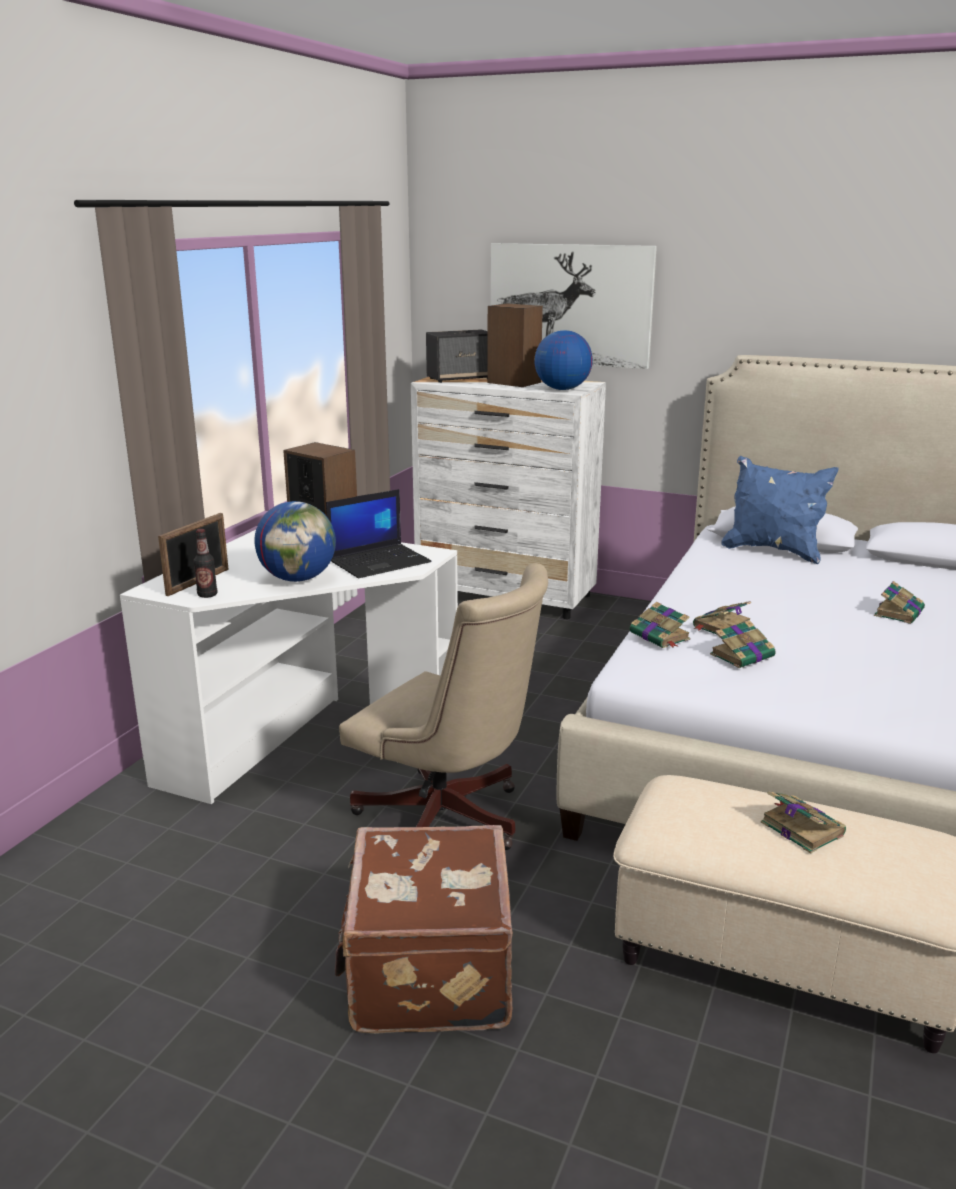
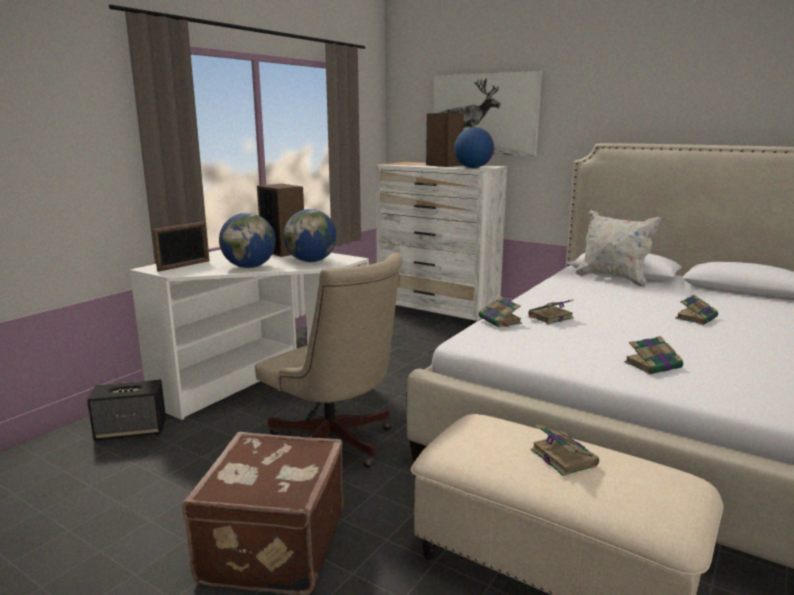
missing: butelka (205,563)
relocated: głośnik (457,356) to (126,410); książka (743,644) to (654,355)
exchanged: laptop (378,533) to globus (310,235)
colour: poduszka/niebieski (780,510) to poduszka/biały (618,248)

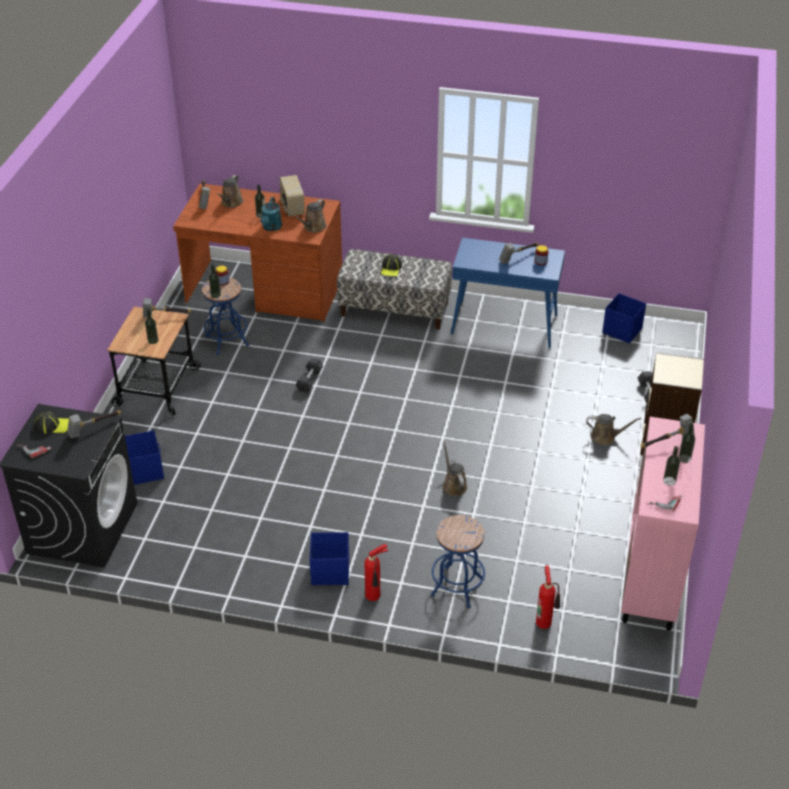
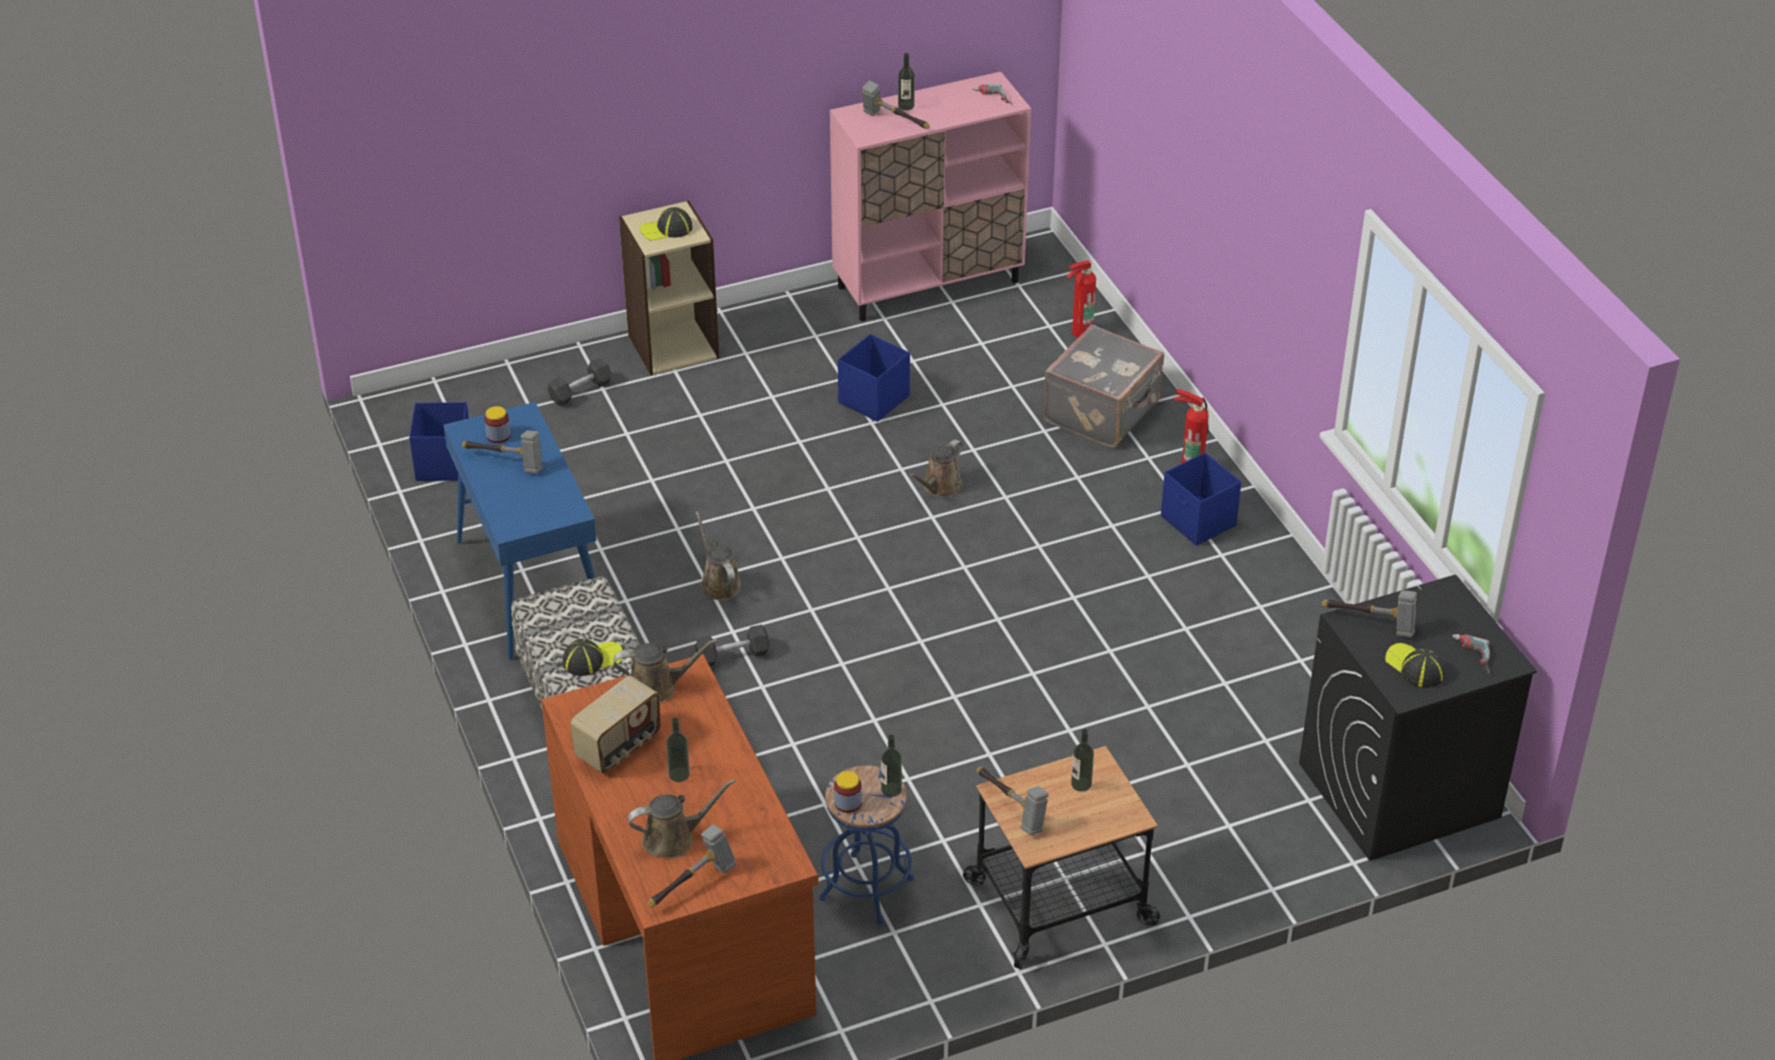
missing: konewka/turkusowy (271,214); butelka (671,466)
appeared: czapka z daszkiem (666,224)
relocated: hantel/czarny (309,375) to (732,645); konewka/brązowy (613,429) to (719,555); pojemnik do przechowywania/niebieski (144,457) to (874,378)
exchanged: stołek/niebieski (458,561) to walizka/szary (1103,386)

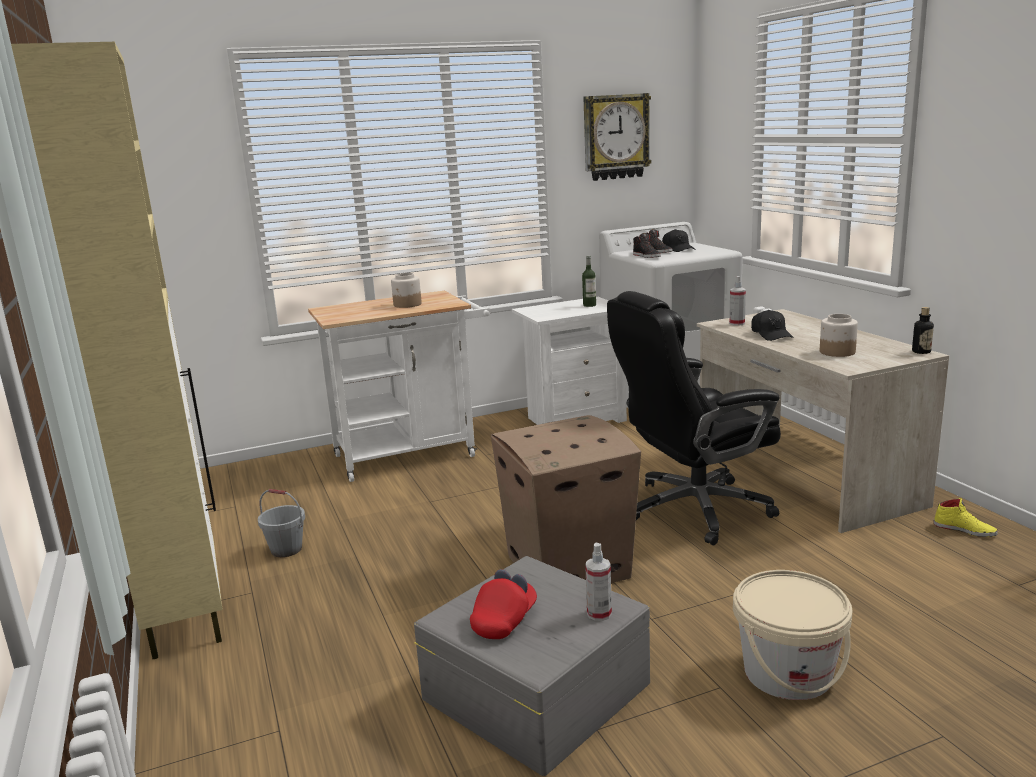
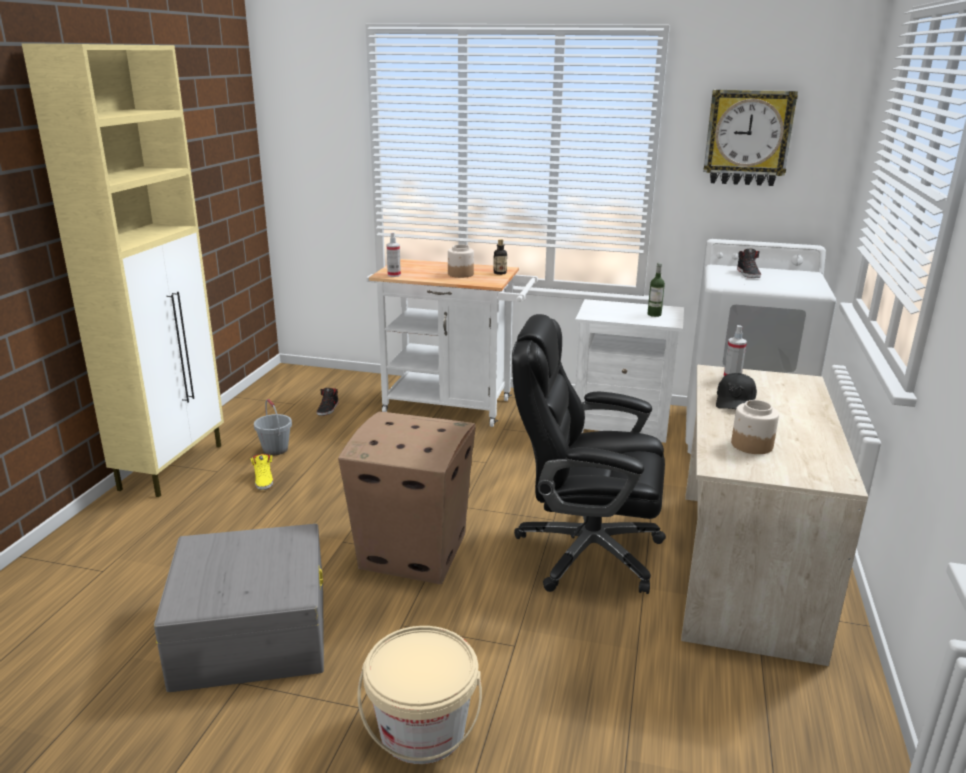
missing: czapka z daszkiem/czarny (678,240); czapka z daszkiem/czerwony (503,604)
relocated: but/czarny (647,245) to (327,402); butelka (923,330) to (500,257); but/żółty (965,517) to (262,472); spryskiwacz (598,582) to (394,254)

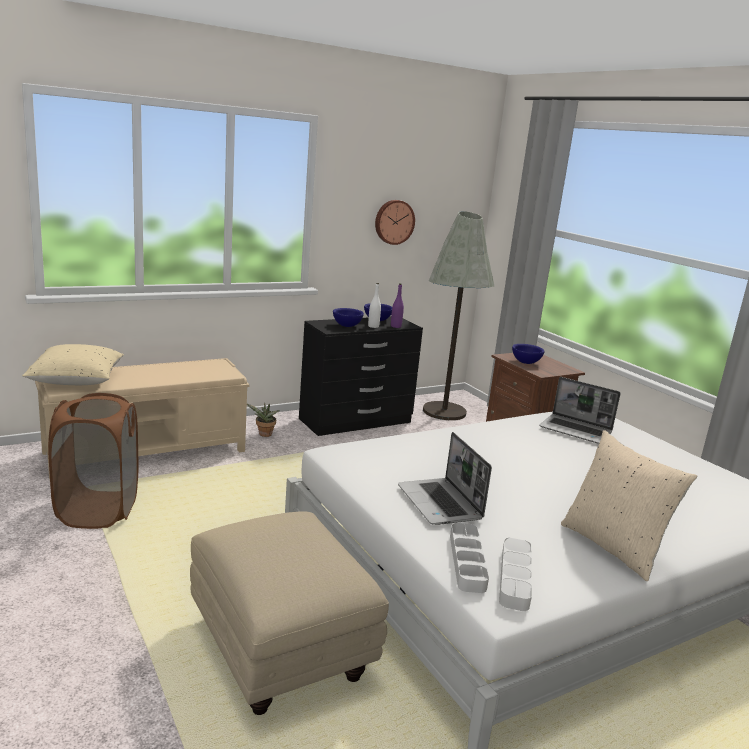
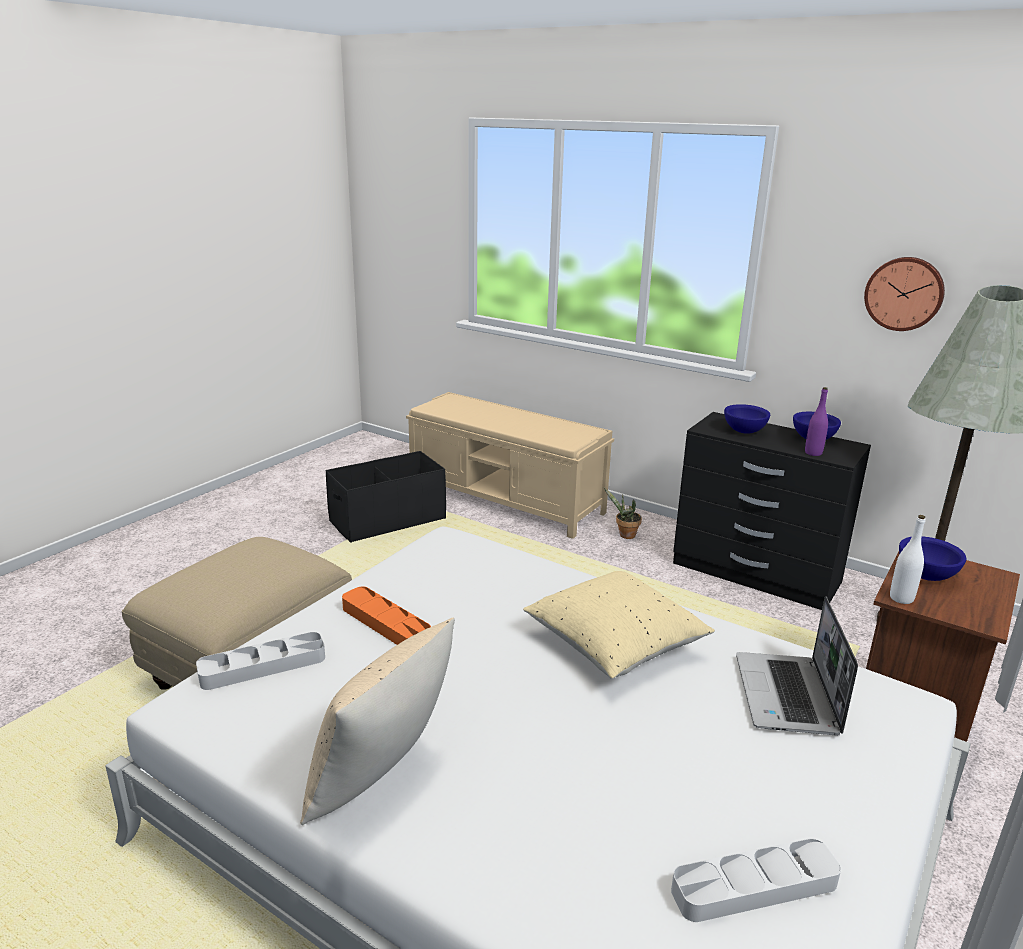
relocated: butelka/biały (374,305) to (907,559); poduszka/beżowy (73,364) to (619,625); taca/szary (515,574) to (756,880)
exchanged: kosz na pranie/brązowy (93,461) to pojemnik do przechowywania/czarny (385,497); laptop (445,478) to taca/pomarańczowy (386,615)

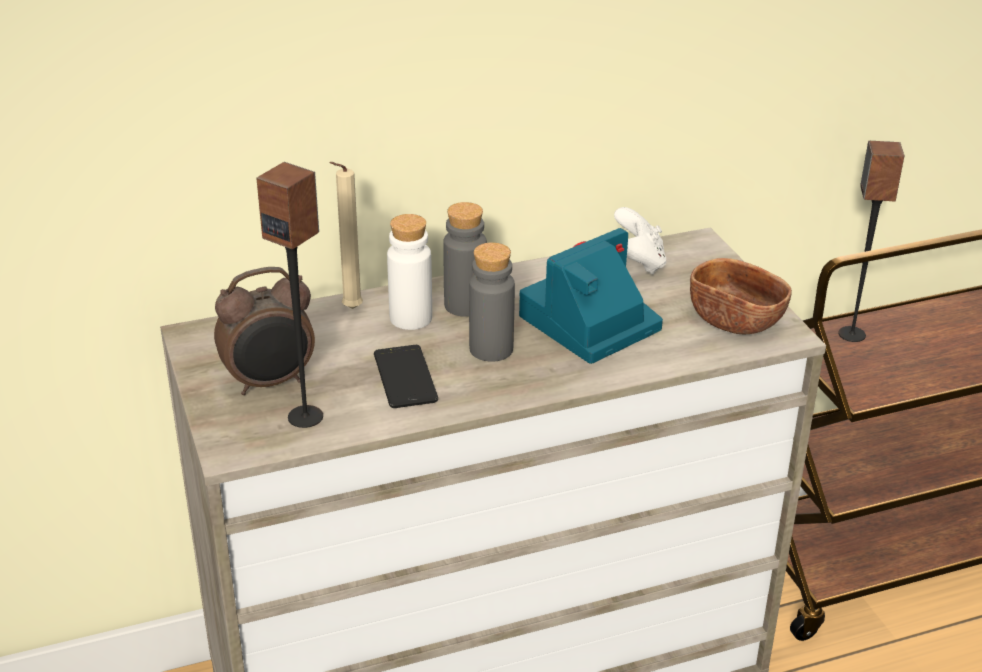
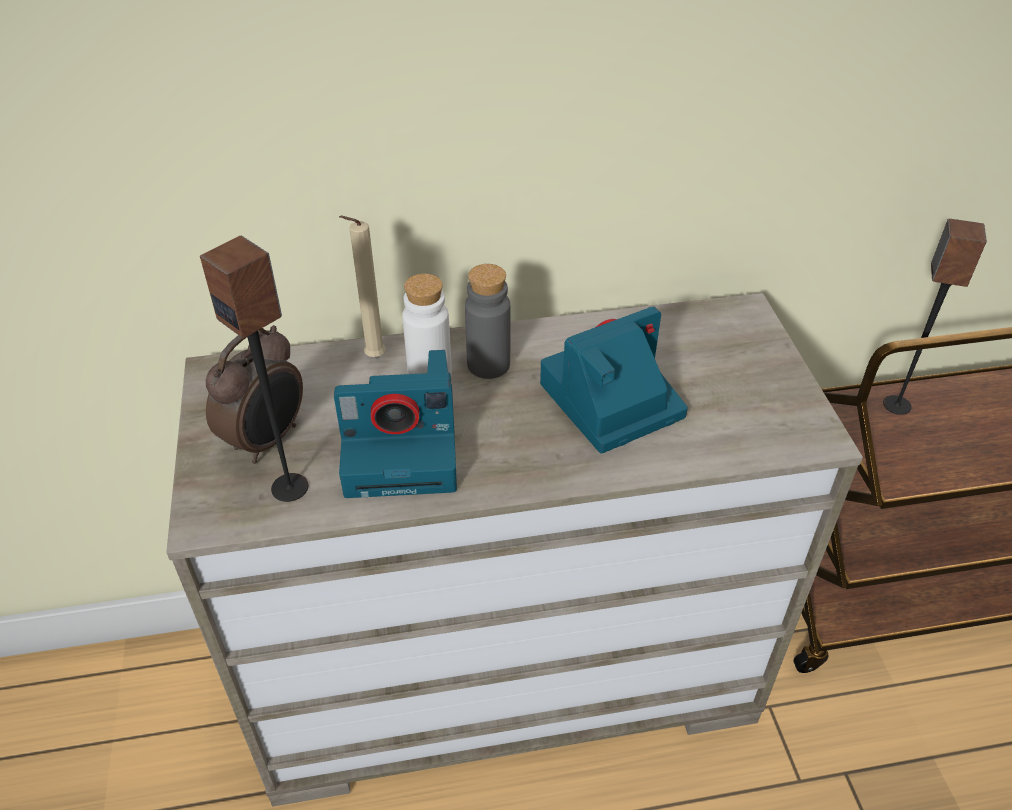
missing: pad do gier/biały (640,241); butelka/szary (492,302); miska/brązowy (741,296)
exchanged: telefon (406,376) to aparat fotograficzny (395,424)
spun: budzik (264,331) = (254,394) 45 degrees counterclockwise

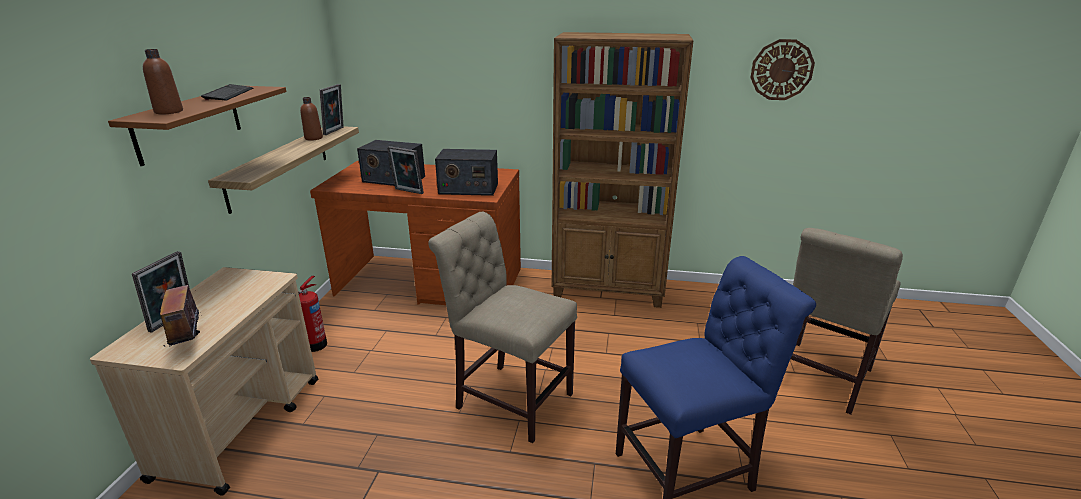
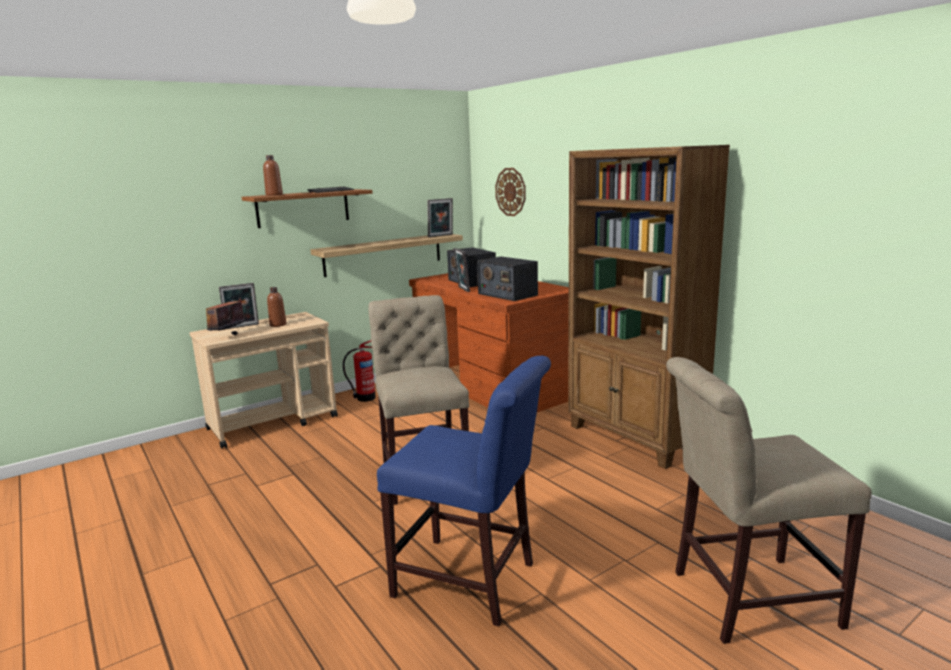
relocated: zegar ścienny (782,69) to (510,192); butelka/brązowy (311,118) to (276,307)

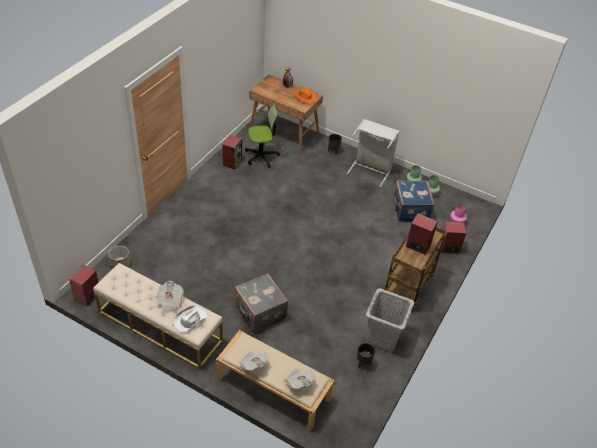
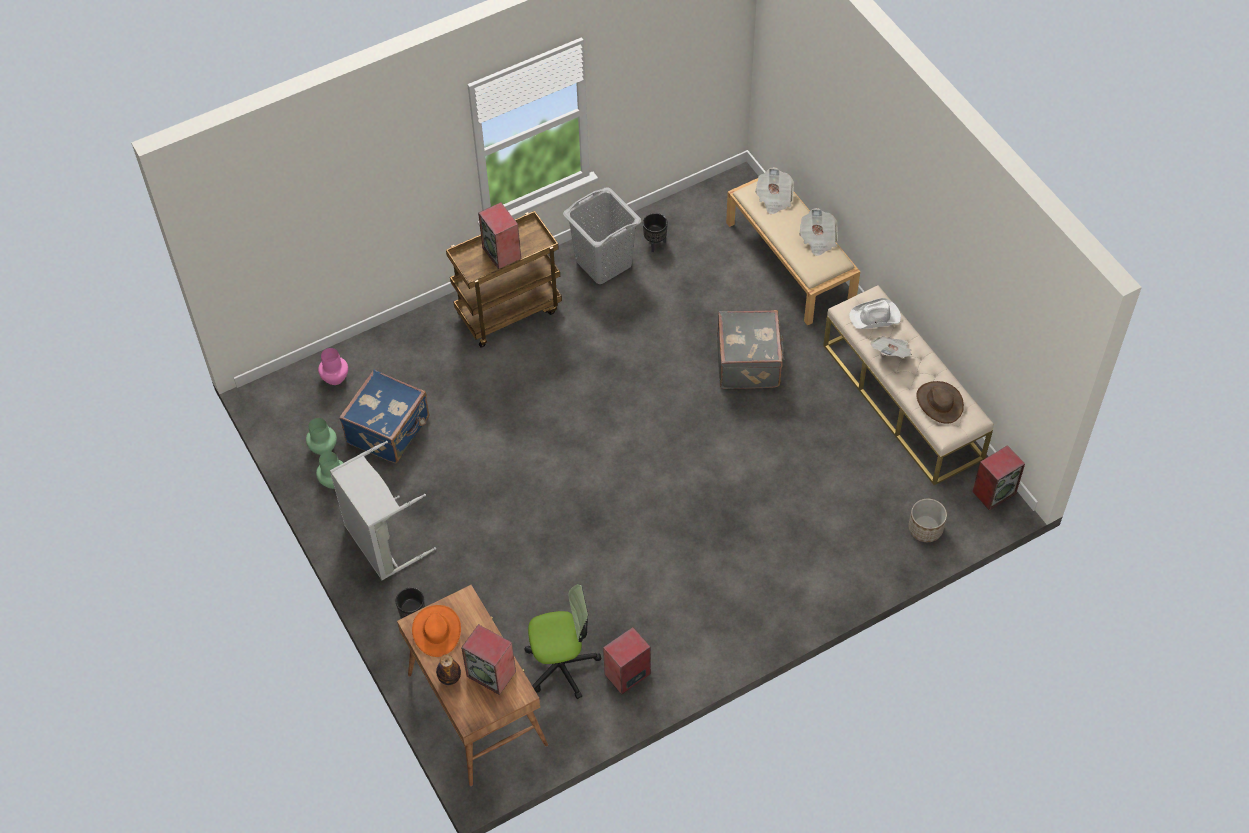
appeared: kapelusz/brązowy (940,402)
relocated: głośnik (452,238) to (488,659)
spun: krzesło biurowe (262,136) = (562,641) 150 degrees clockwise

